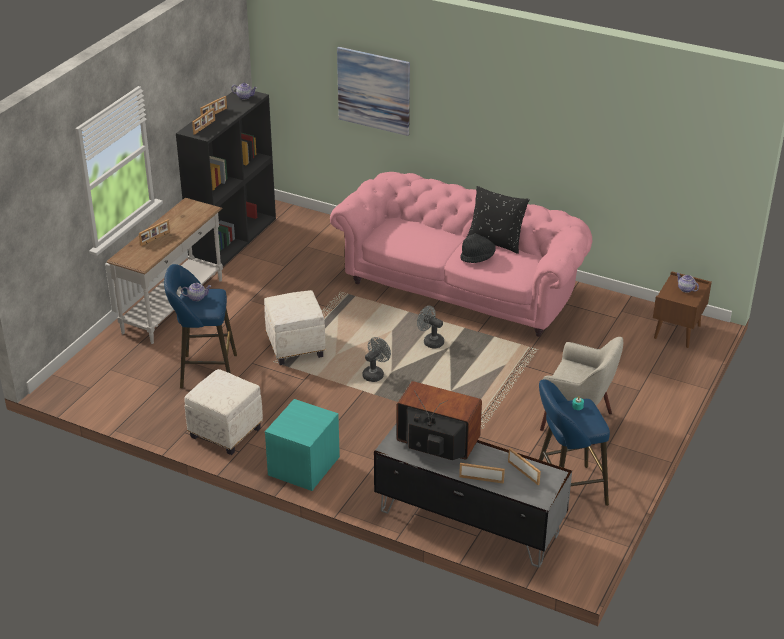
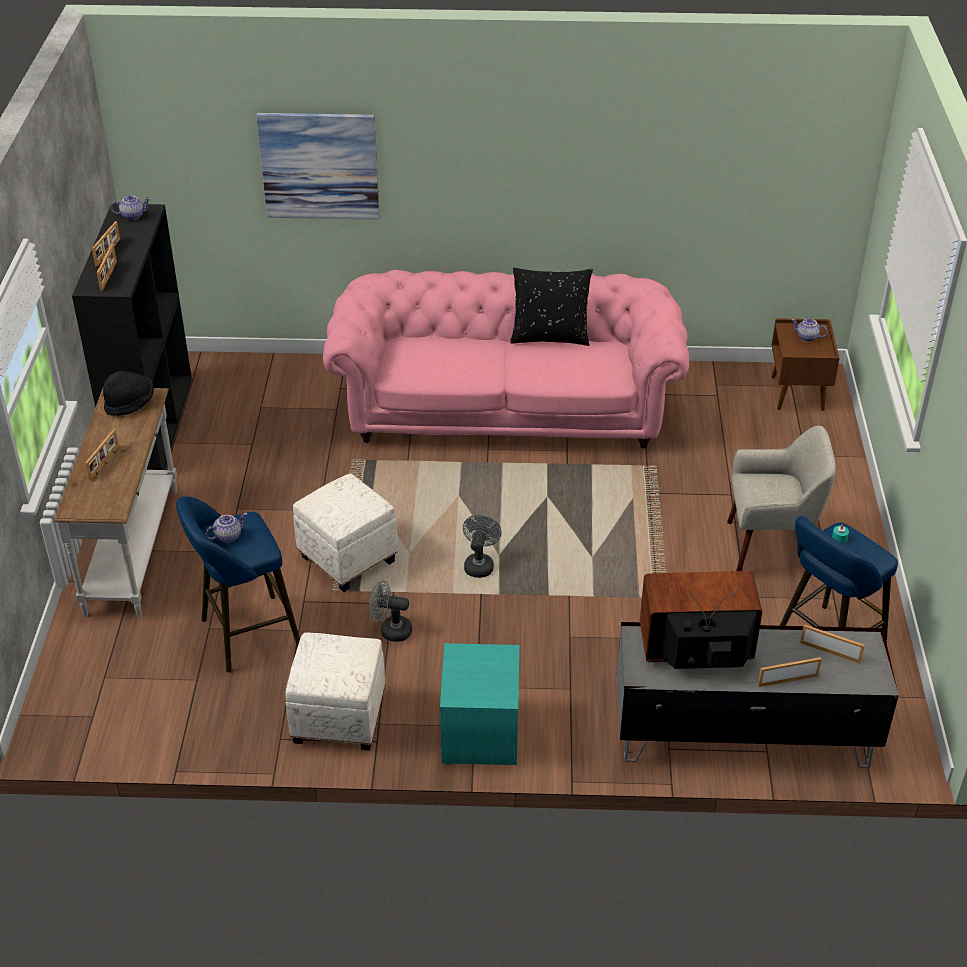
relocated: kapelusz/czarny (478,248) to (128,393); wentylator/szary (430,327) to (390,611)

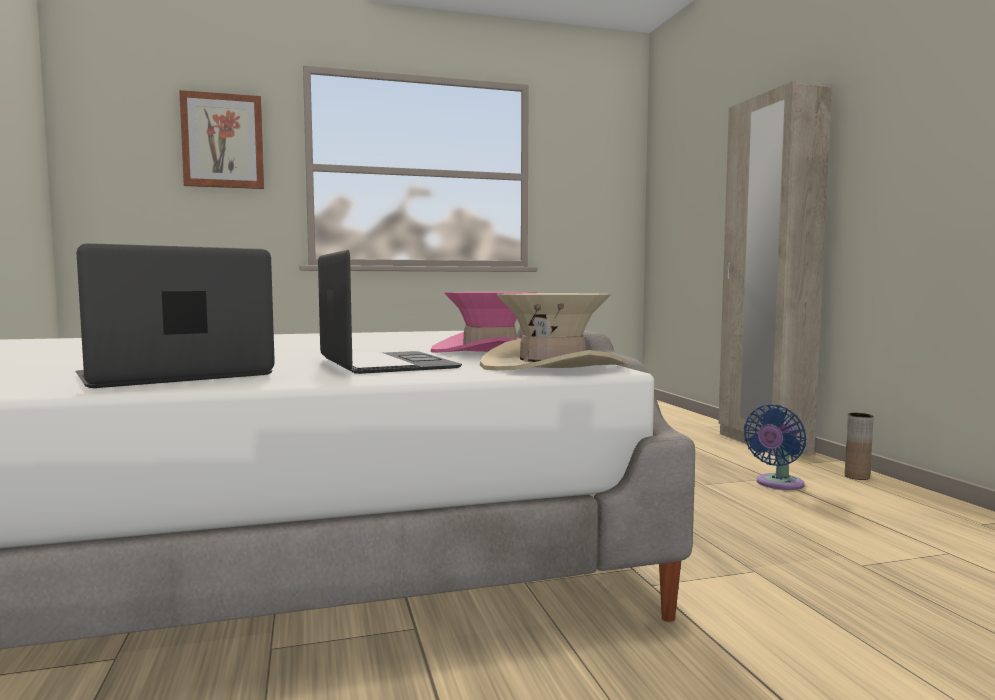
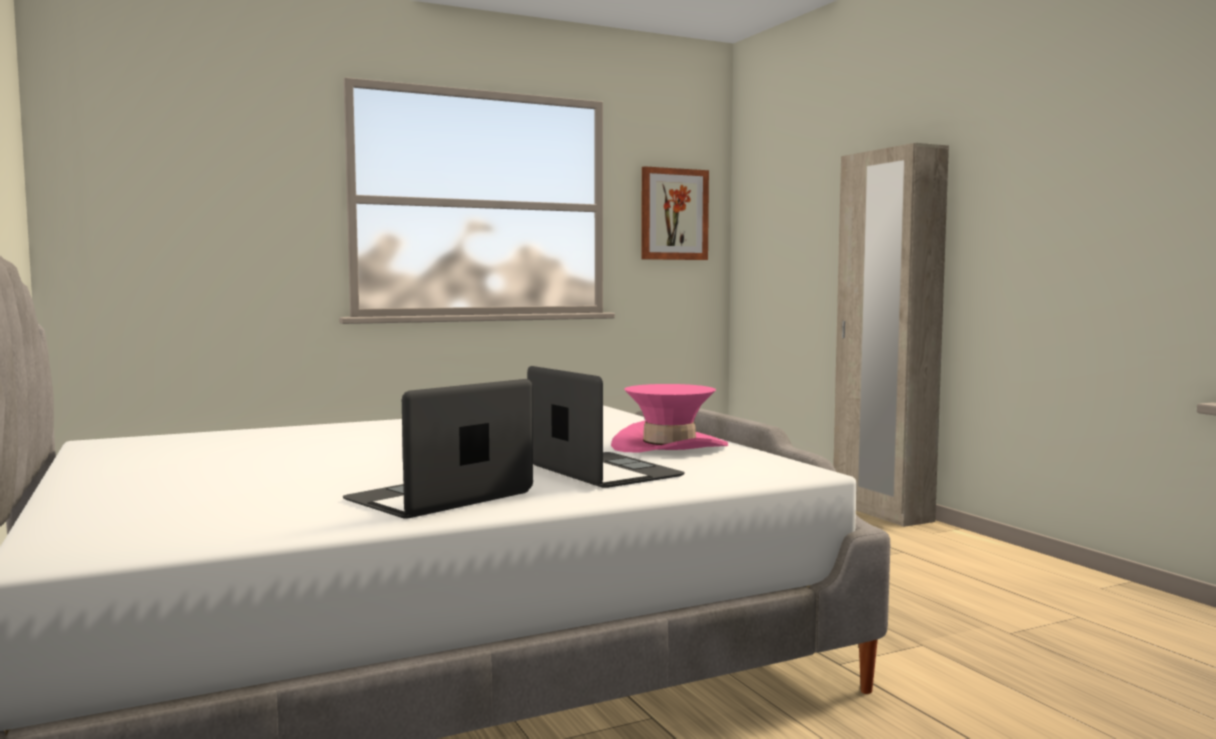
missing: kapelusz/beżowy (553,332); wentylator/niebieski (775,447); wazon/brązowy (859,446)
relocated: obraz (221,139) to (675,213)

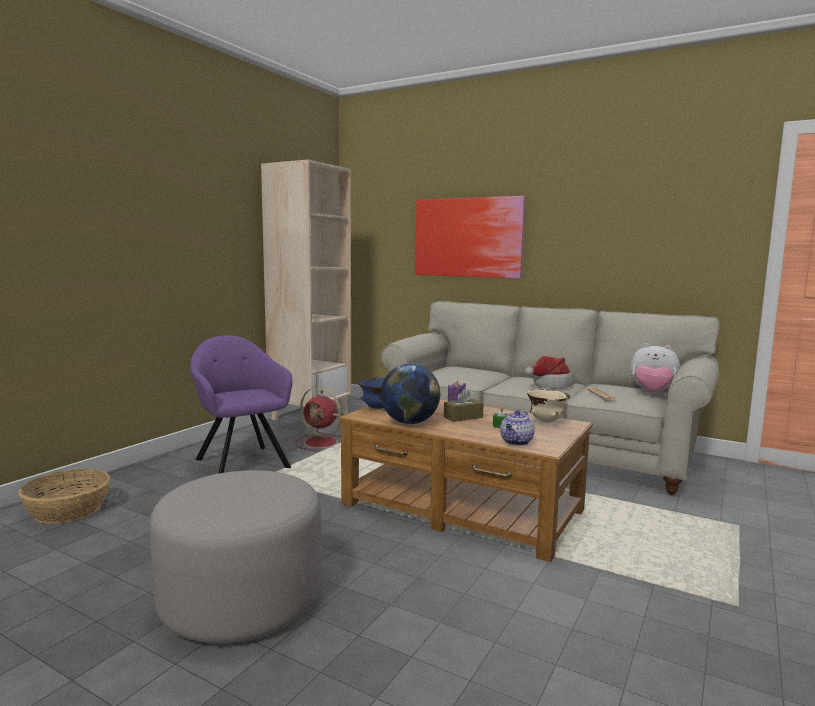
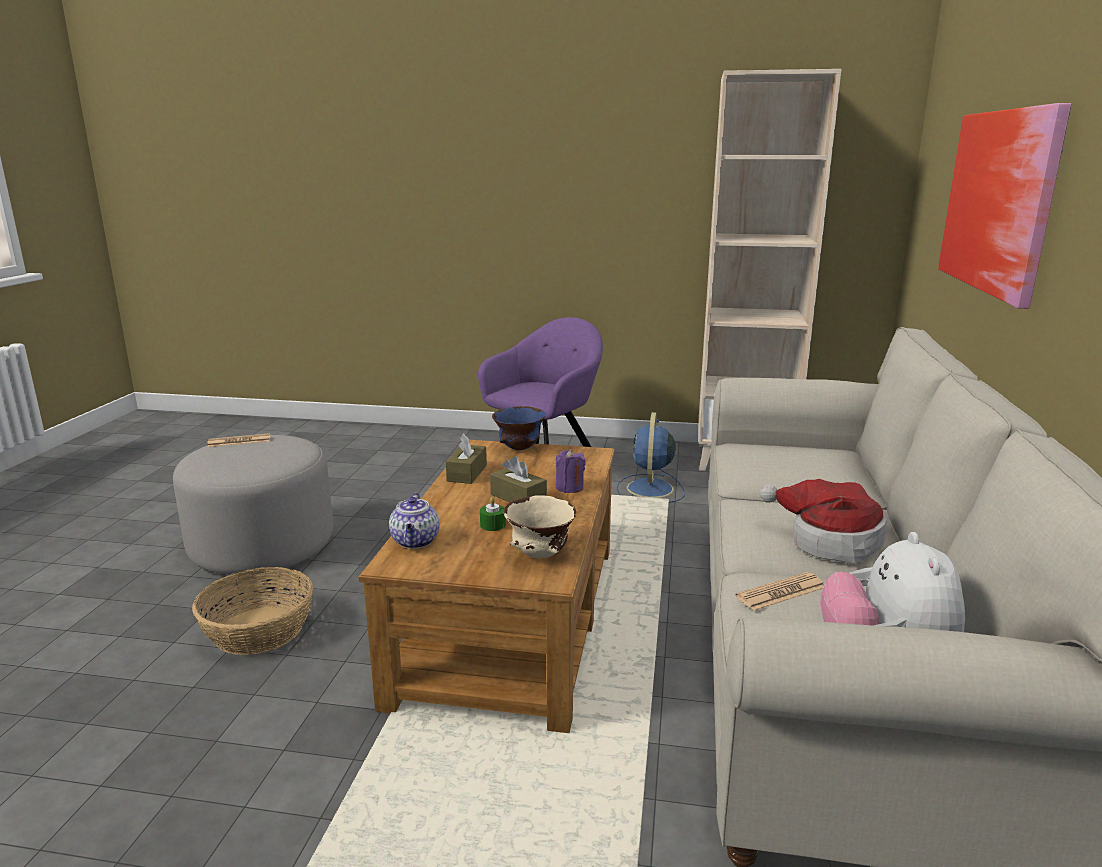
appeared: gazeta (239,440)
relocated: koszyk (64,496) to (252,611)
exchanged: globus (410,394) to pudełko chusteczek/brązowy (466,459)
colour: wentylator/czerwony (318,419) to wentylator/niebieski (651,457)
spun: imbryk (517,428) = (414,521) 105 degrees counterclockwise

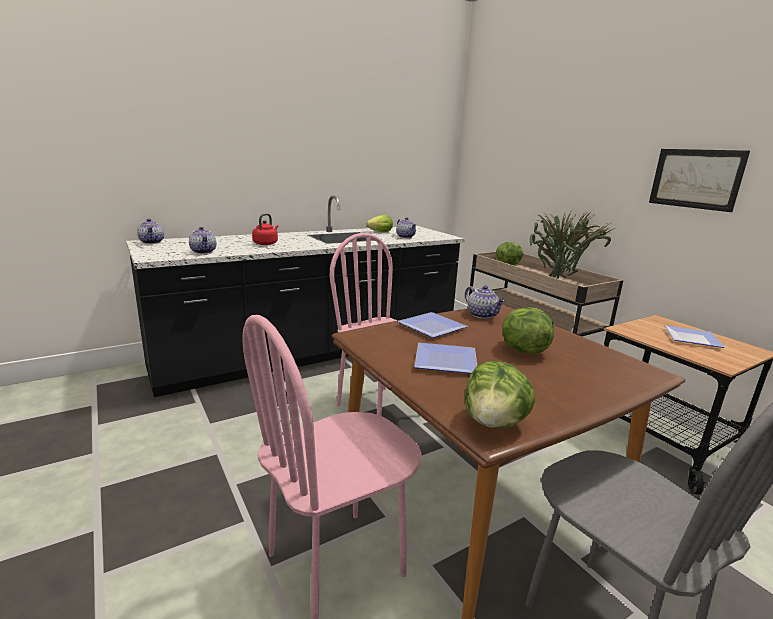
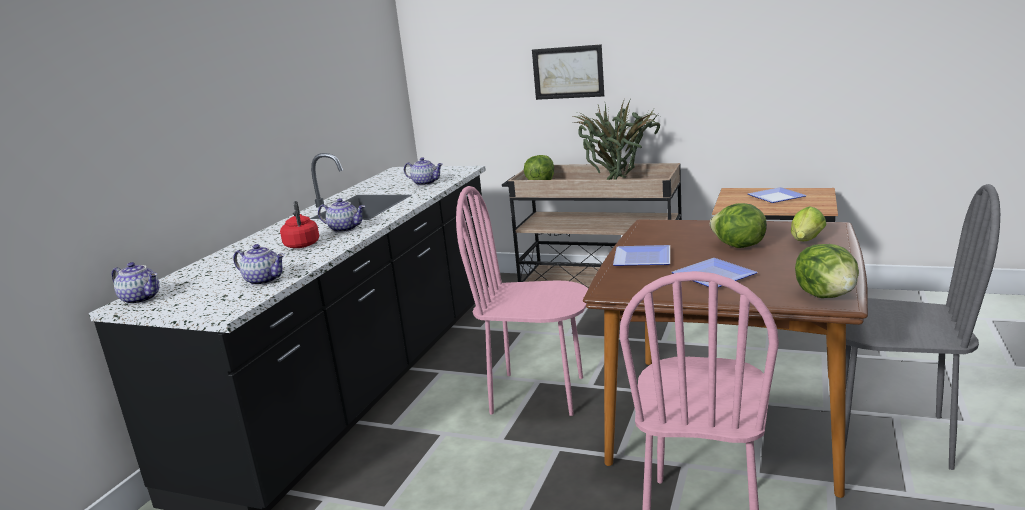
relocated: obraz (699,180) to (568,72); sałata (379,223) to (808,223); imbryk (485,302) to (341,215)

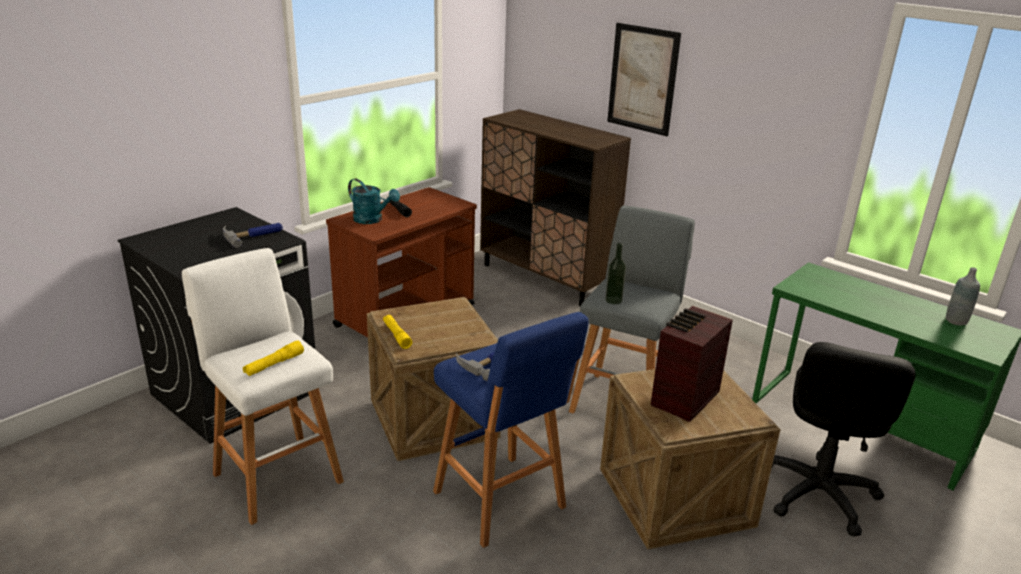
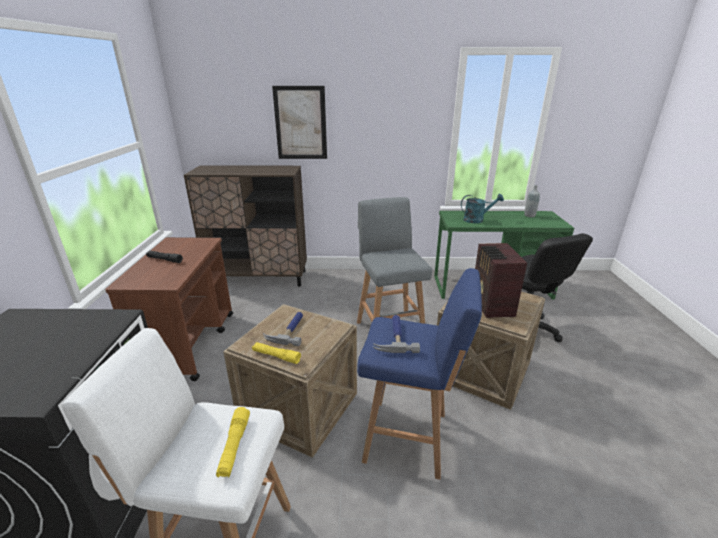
missing: butelka (615,273)
relocated: konewka/turkusowy (374,201) to (482,208); młotek (253,235) to (283,329)

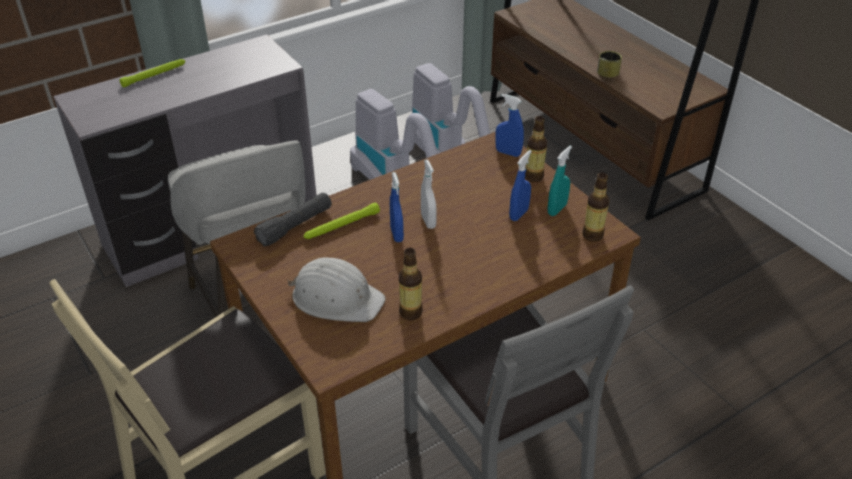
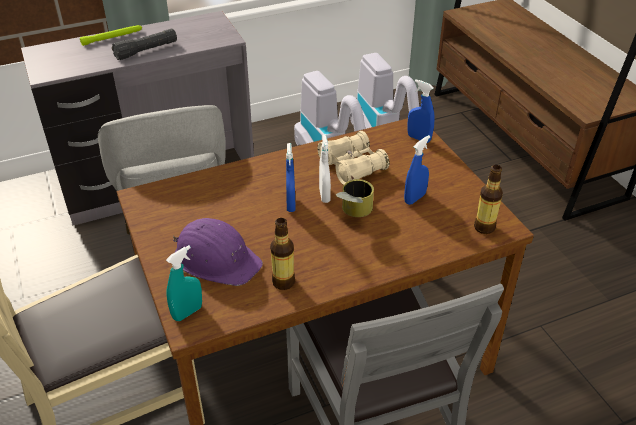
missing: butelka (536,149); latarka/zielony (342,221)
appeared: lornetka/beżowy (353,158)
relocated: puszka (609,64) to (355,198); spryskiwacz/turkusowy (560,181) to (184,283); latarka/czarny (293,219) to (144,44)
colour: kask/biały (336,289) to kask/fioletowy (218,252)

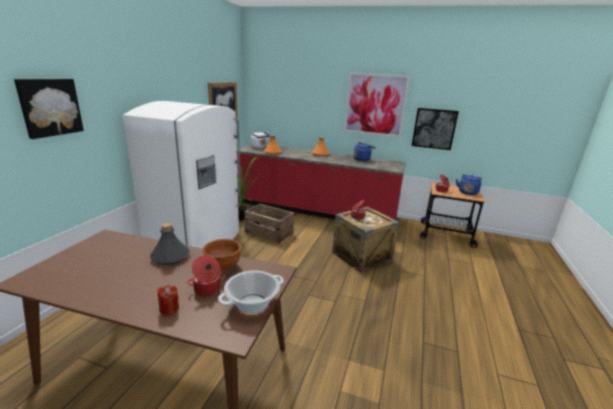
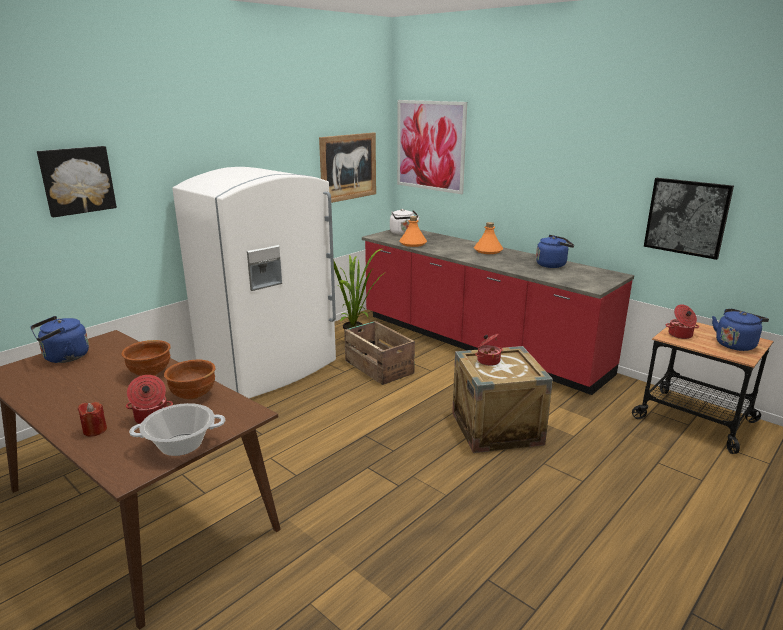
appeared: czajnik/niebieski (59,339)
relocated: obraz (377,105) to (432,147)
exchanged: butelka/szary (169,244) to miska/brązowy (146,358)

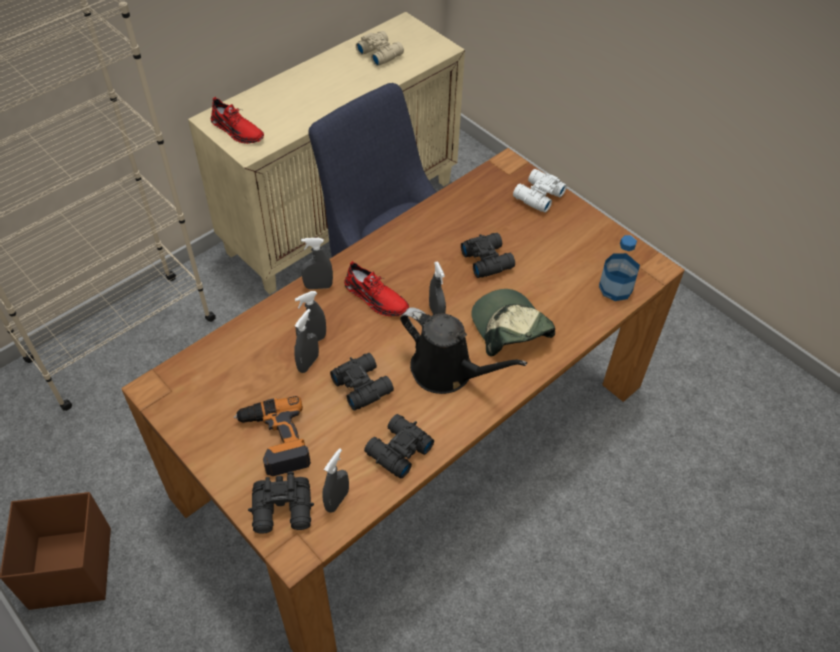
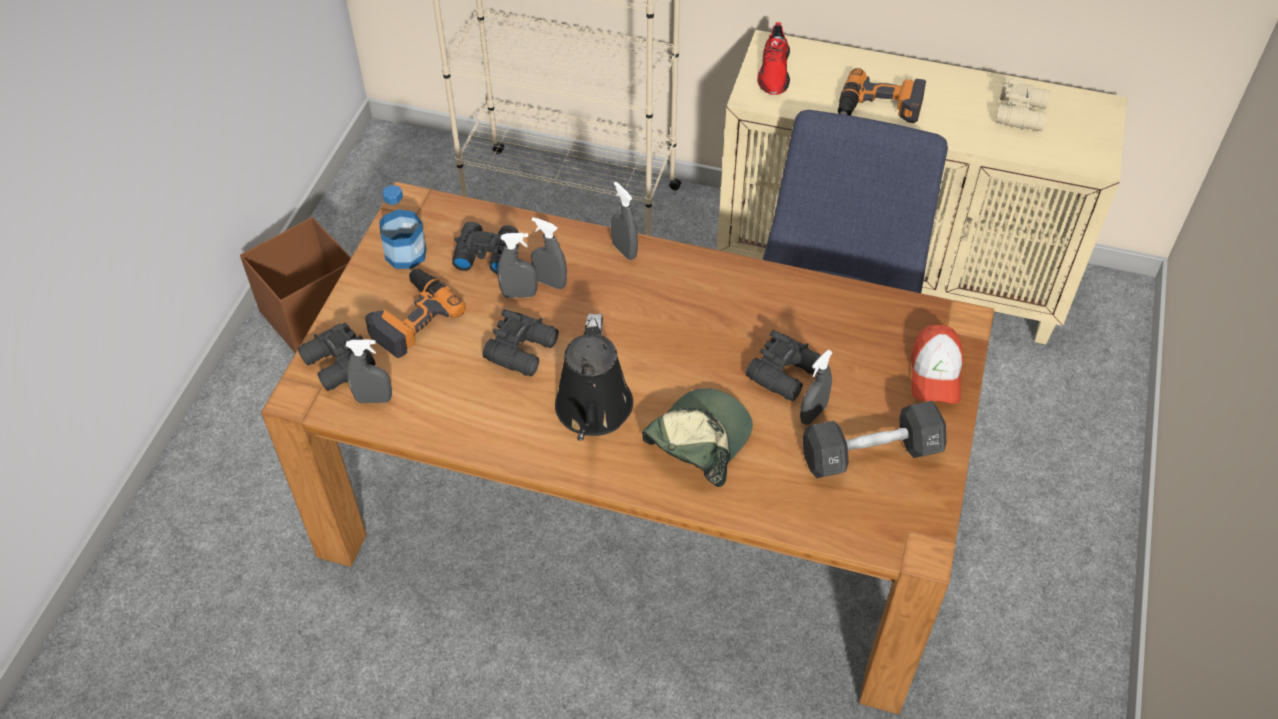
missing: but/czerwony (376,288)
appeared: wiertarka (882,95); hantel/czarny (874,439)
relocated: butelka (619,268) to (403,227); spryskiwacz/szary (437,288) to (816,387); lornetka/czarny (399,446) to (485,247)
exchanged: lornetka/biały (540,191) to czapka z daszkiem (937,364)

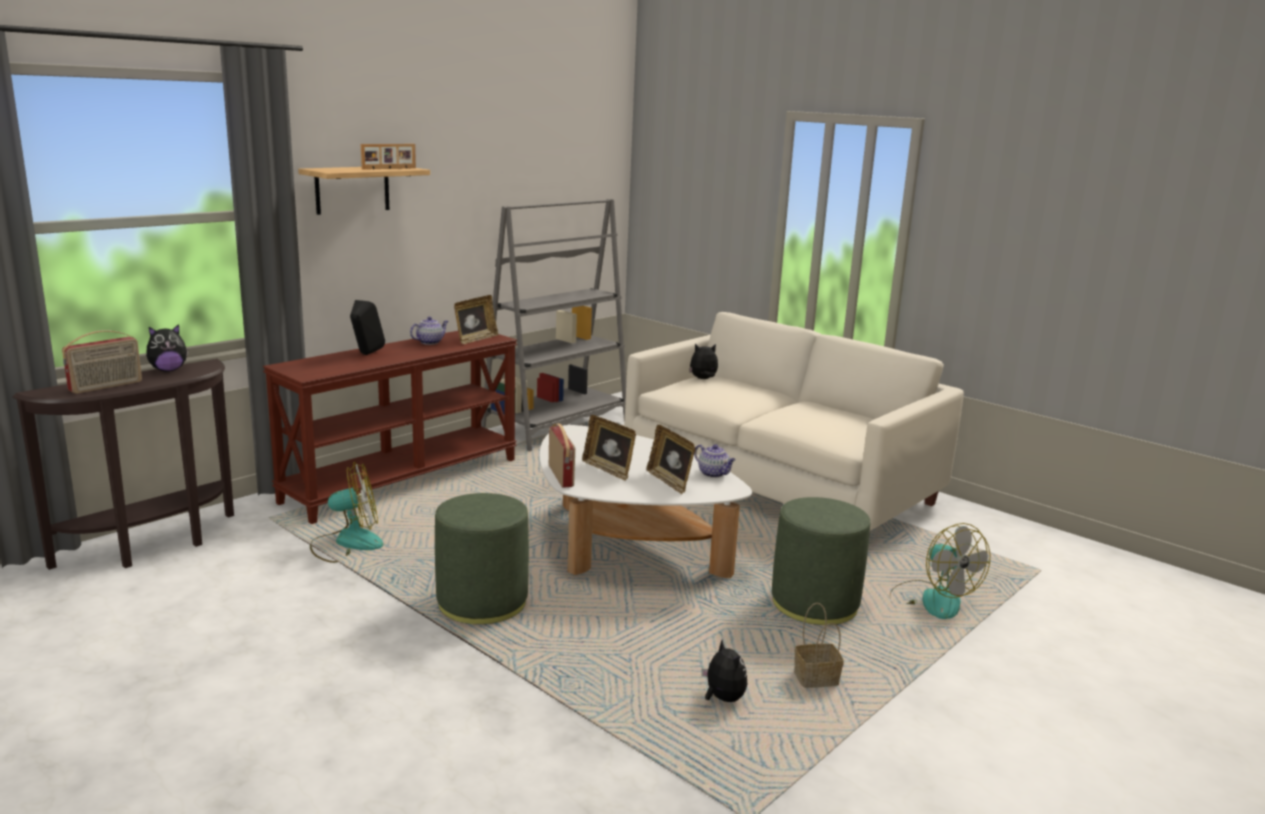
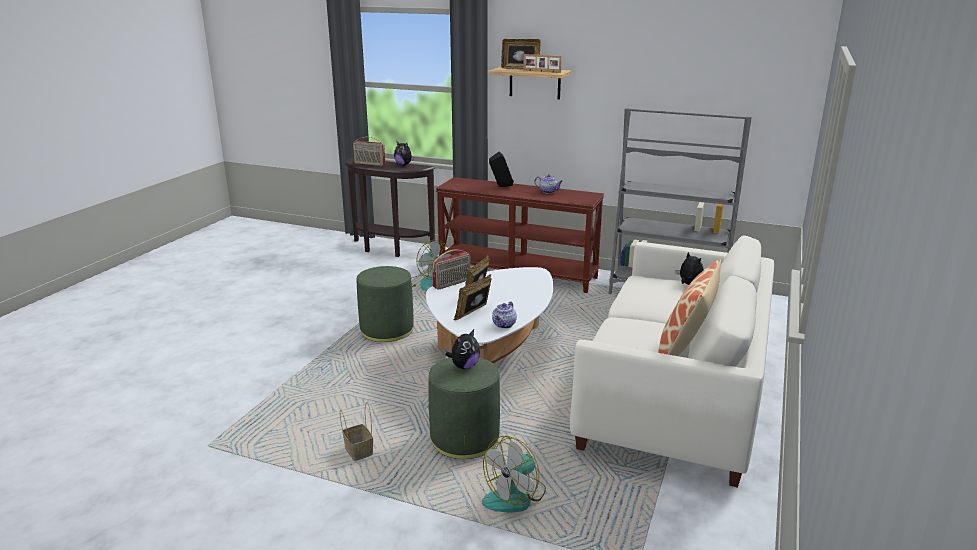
appeared: poduszka (689,307)
relocated: ramka na zdjęcie (476,319) to (521,54); pluszak (724,671) to (462,349)

